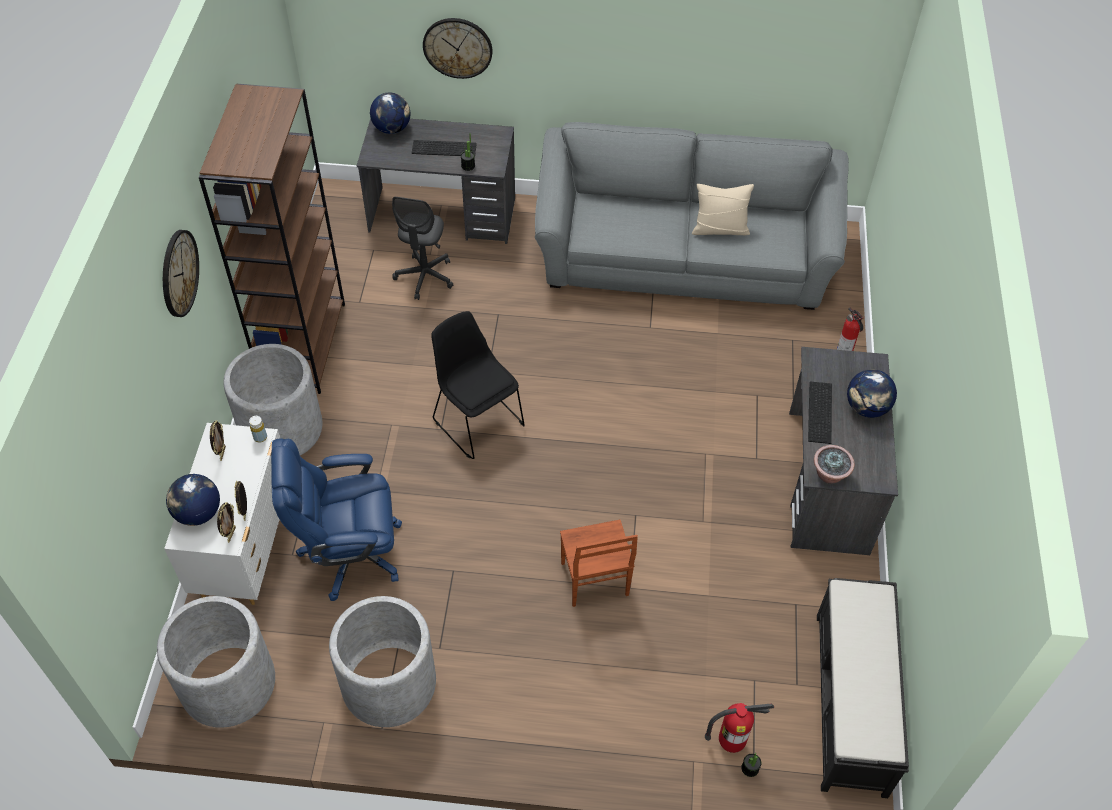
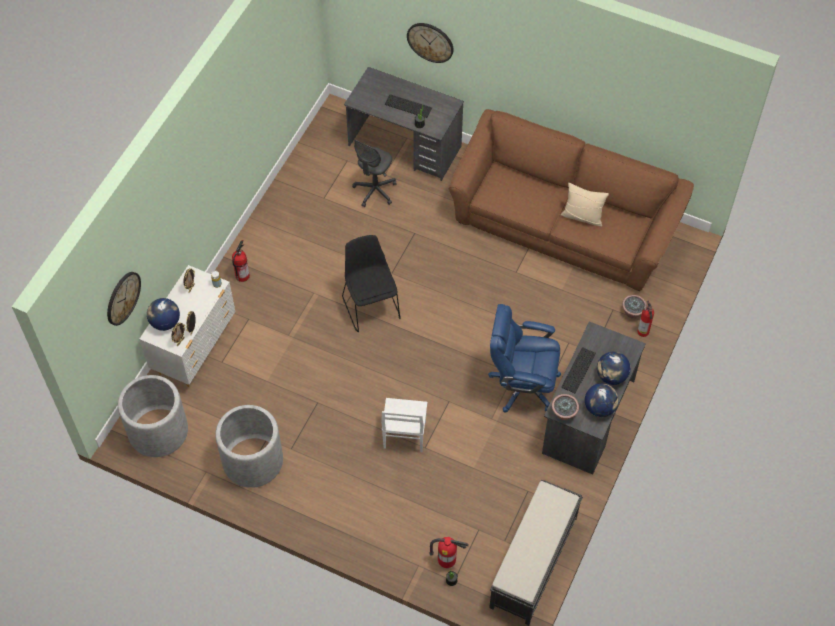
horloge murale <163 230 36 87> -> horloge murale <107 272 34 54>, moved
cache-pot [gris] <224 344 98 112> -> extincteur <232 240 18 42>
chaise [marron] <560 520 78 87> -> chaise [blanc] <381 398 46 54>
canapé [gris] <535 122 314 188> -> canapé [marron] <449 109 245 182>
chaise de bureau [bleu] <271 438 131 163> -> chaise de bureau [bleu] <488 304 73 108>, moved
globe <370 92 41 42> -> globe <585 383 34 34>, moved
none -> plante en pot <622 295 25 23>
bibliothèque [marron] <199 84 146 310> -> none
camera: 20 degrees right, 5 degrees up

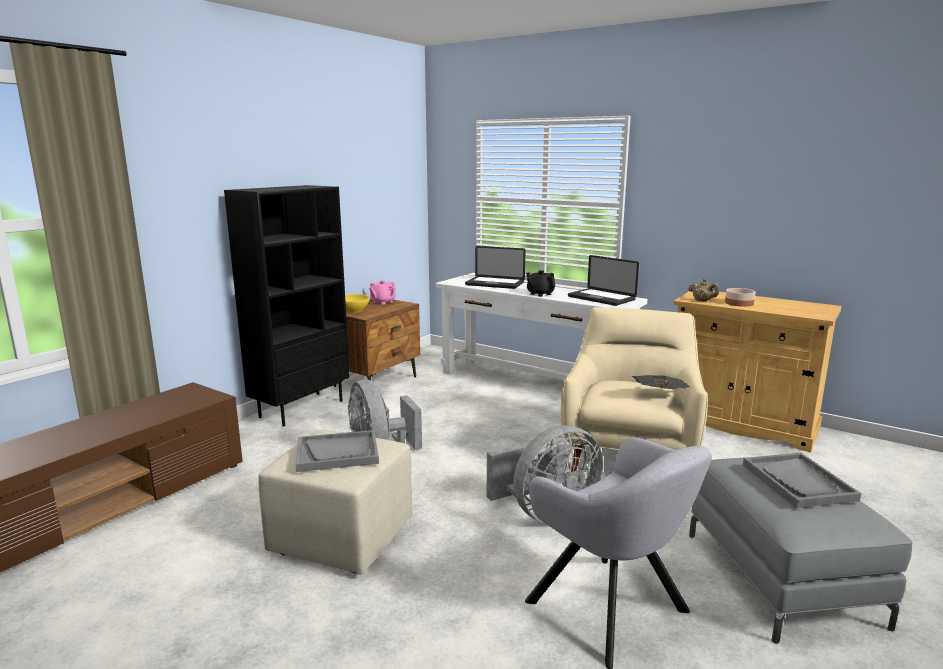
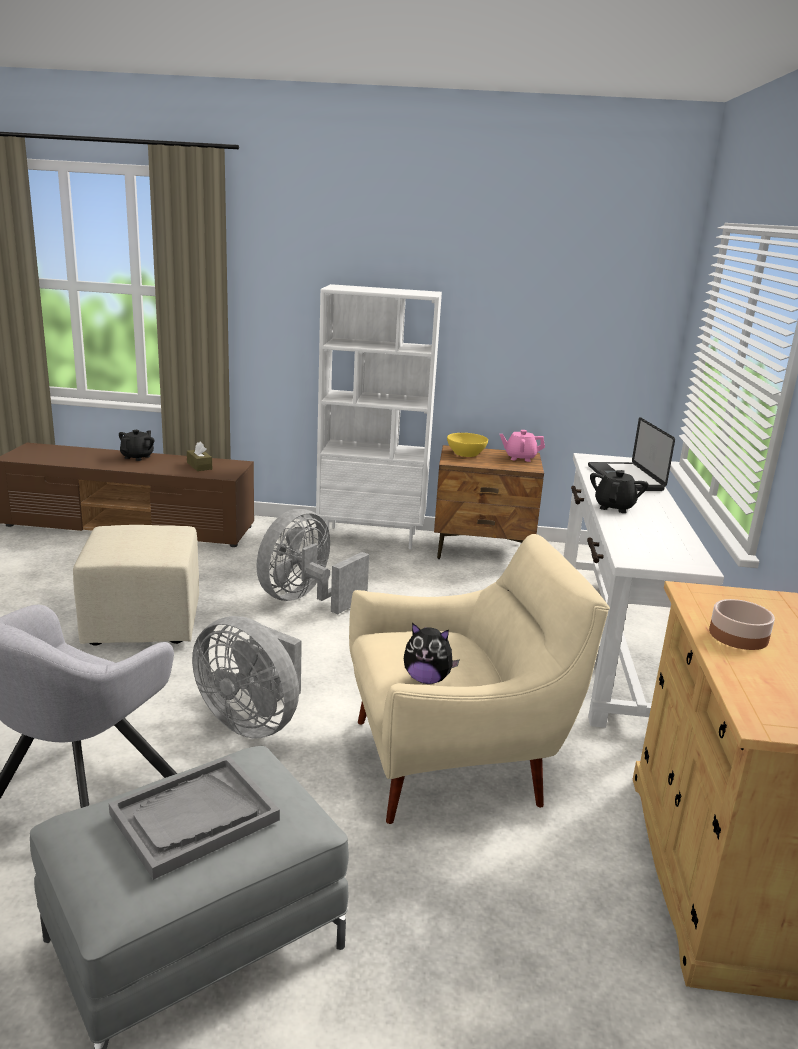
none -> théière [noir] <119 430 35 31>
none -> boîte à mouchoirs [marron] <187 442 25 29>
bibliothèque [noir] <224 185 126 242> -> bibliothèque [blanc] <316 284 126 265>
journal <632 375 58 14> -> peluche <404 623 55 61>
plateau [gris] <295 430 84 42> -> none
ordinateur portable <568 255 71 51> -> none
théière [beige] <688 278 31 23> -> none
camera: 60 degrees right, 5 degrees up

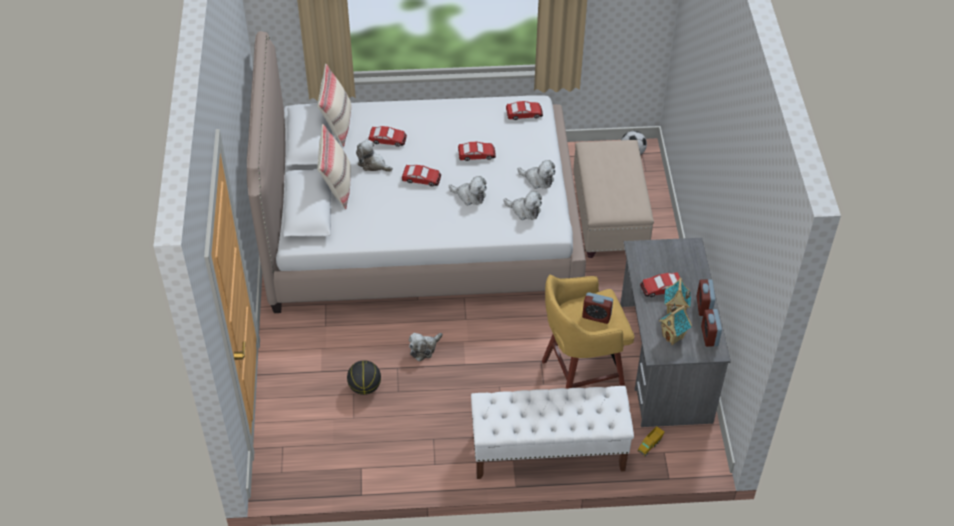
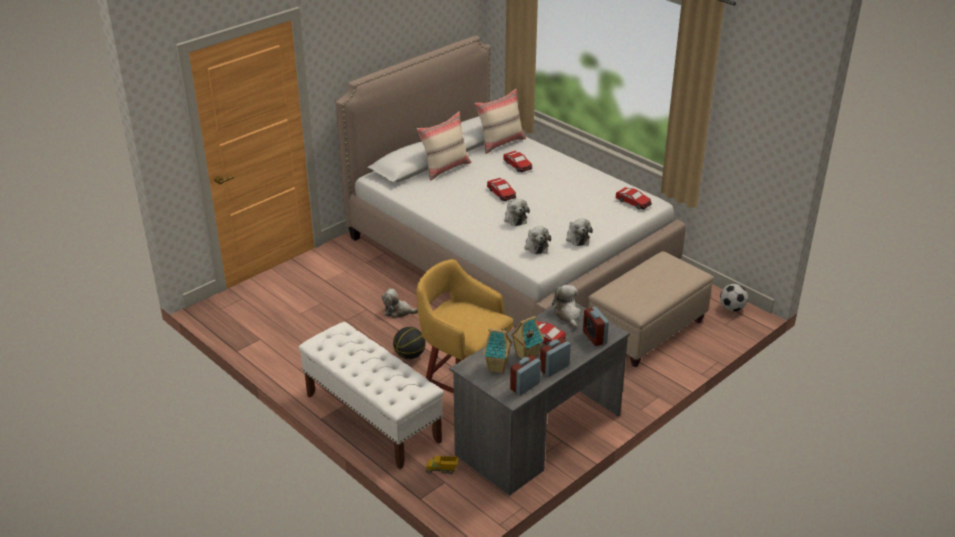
ballon de basket <347 361 34 34> -> ballon de basket <393 327 33 32>, moved
peluche <356 139 37 33> -> peluche <552 285 29 44>, moved
réveil <582 292 31 32> -> réveil <583 307 26 39>, moved
petite voiture <458 141 38 20> -> none
camera: 50 degrees right, 15 degrees down

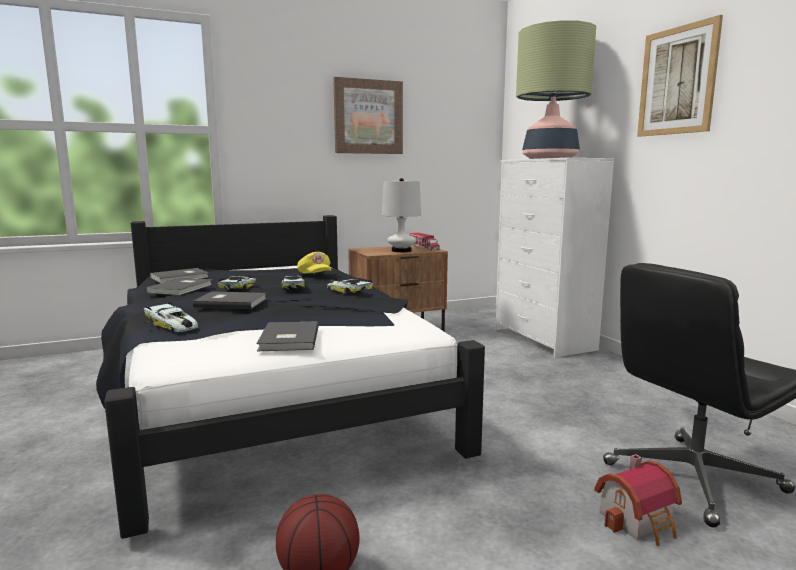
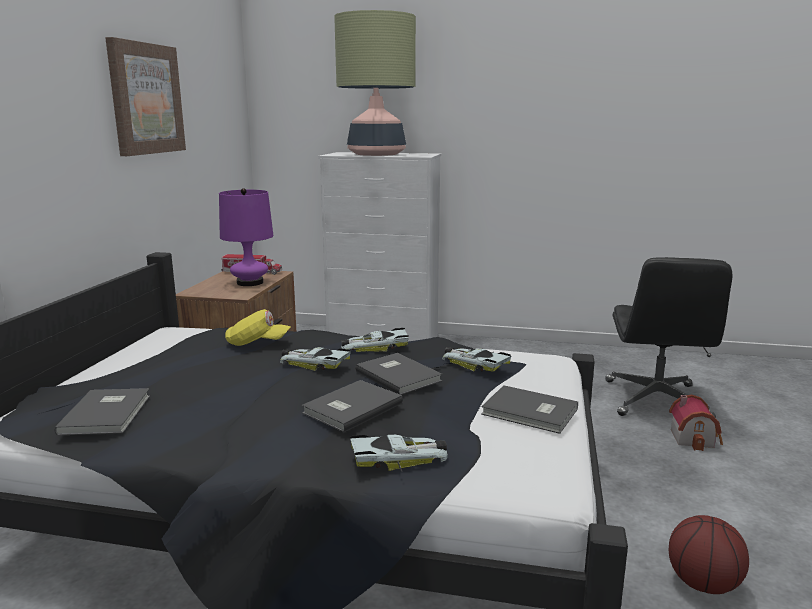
lampe de table [blanc] <382 178 39 74> -> lampe de table [violet] <219 188 54 98>
livre [gris] <146 278 67 17> -> livre [gris] <355 353 87 42>, moved
petite voiture <218 275 40 15> -> petite voiture <442 347 70 25>, moved
tableau <637 15 86 122> -> none
camera: 55 degrees left, 5 degrees up

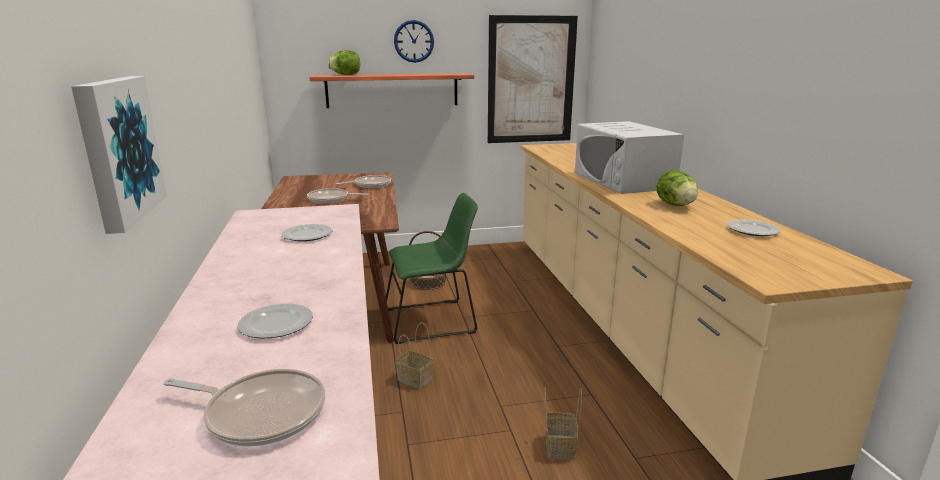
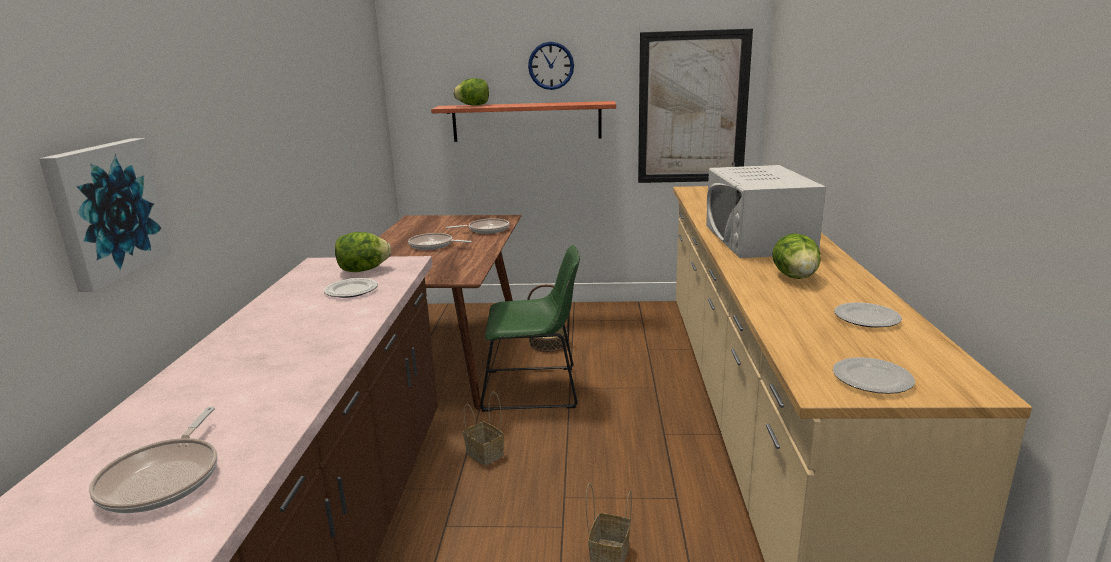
poêle <163 369 162 78> -> poêle <89 407 129 106>, 60 degrees clockwise
none -> laitue <335 232 56 40>
assiette <237 303 76 35> -> assiette <833 357 82 37>, moved
camera: 15 degrees right, 0 degrees up

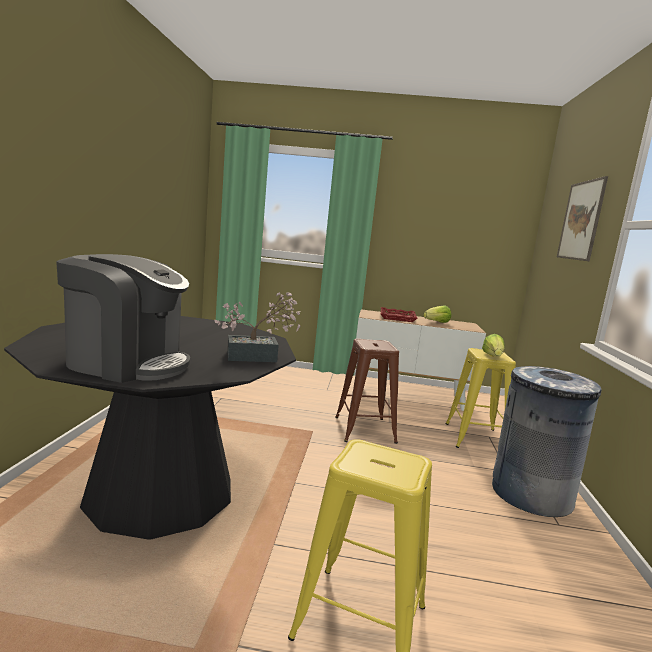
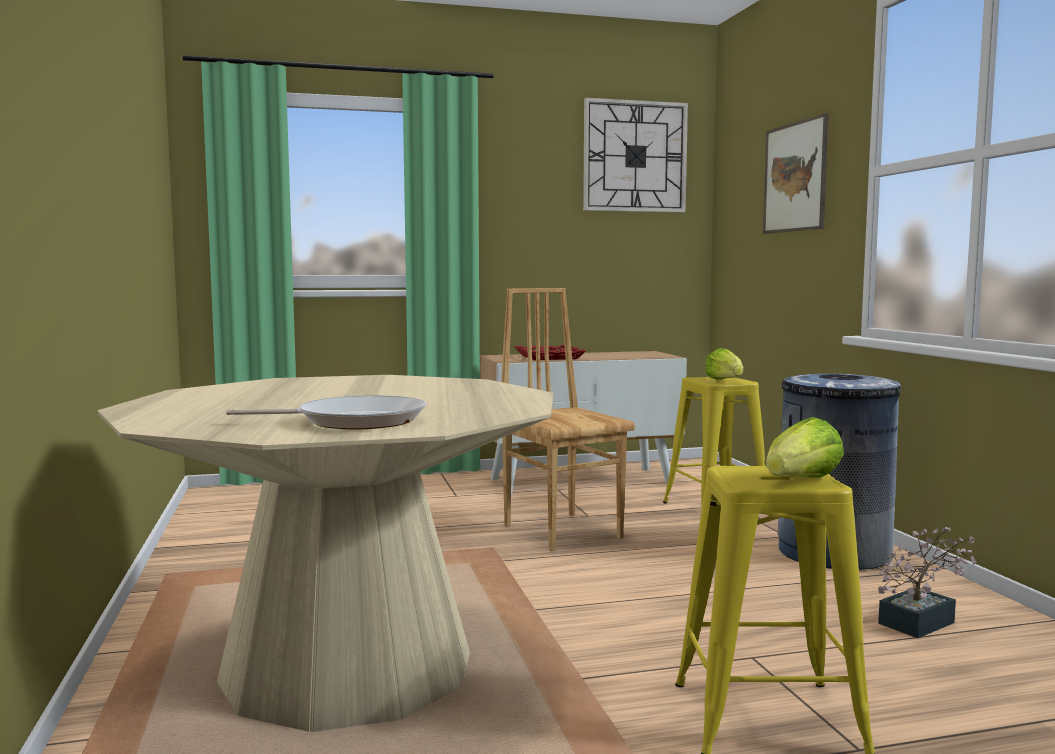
table à manger [noir] <4 316 292 224> -> table à manger [beige] <98 375 455 357>
machine à café <56 254 134 129> -> poêle <226 395 200 34>
tabouret [marron] <335 339 64 105> -> chaise [marron] <501 288 134 263>
none -> horloge murale <583 98 105 115>
laitue <423 305 28 18> -> laitue <766 417 78 61>, moved
plante en pot <215 292 86 70> -> plante en pot <878 527 99 111>, moved
camera: 20 degrees left, 5 degrees down

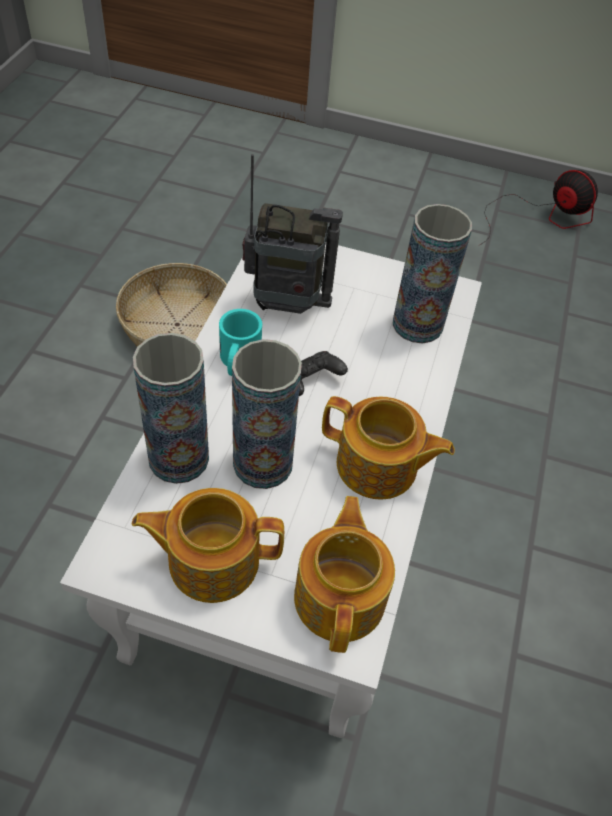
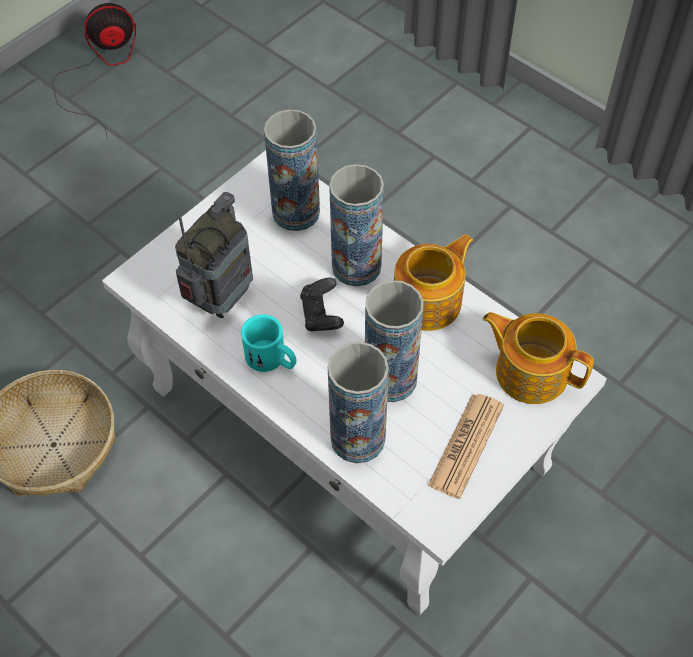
none -> vase <329 164 55 122>
théière <132 488 152 115> -> journal <427 394 77 105>
camera: 60 degrees left, 5 degrees up

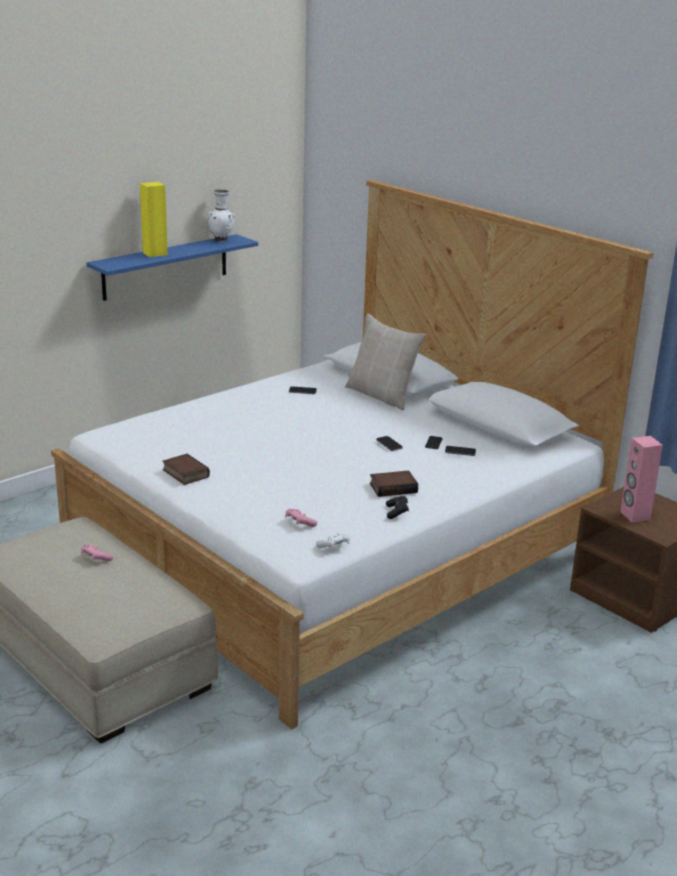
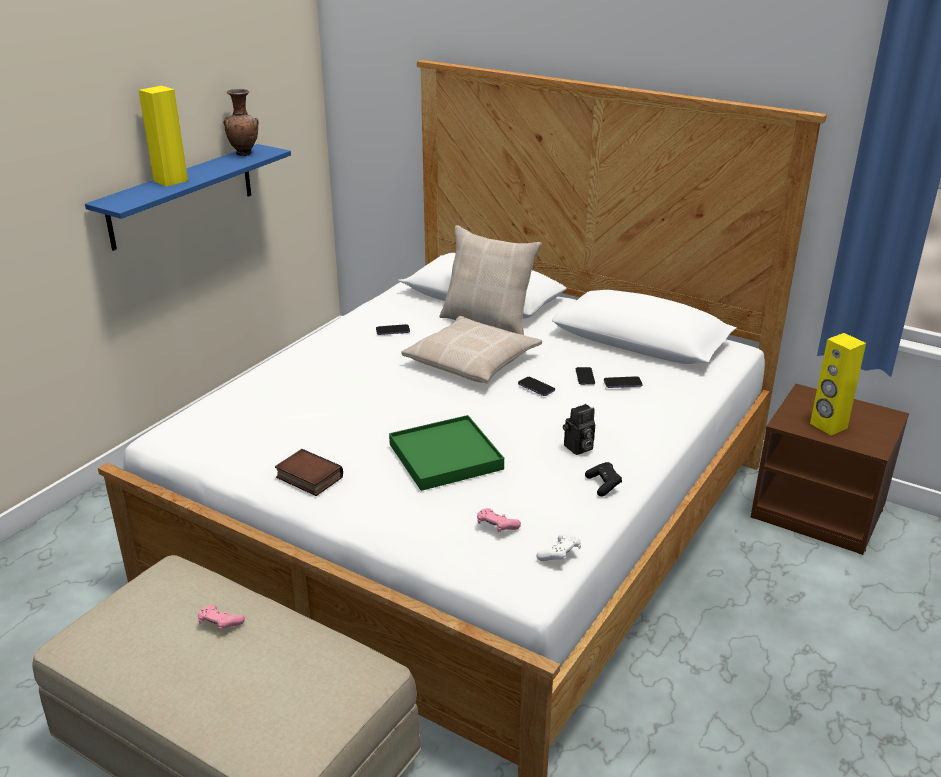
vase [blanc] <208 189 27 53> -> vase [marron] <223 89 36 67>
none -> plateau [vert] <389 415 115 76>
none -> coussin [beige] <401 316 141 67>
livre <370 471 48 26> -> appareil photo <563 404 32 51>
enceinte [rose] <620 436 43 87> -> enceinte [jaune] <810 333 56 103>
camera: 15 degrees left, 5 degrees up

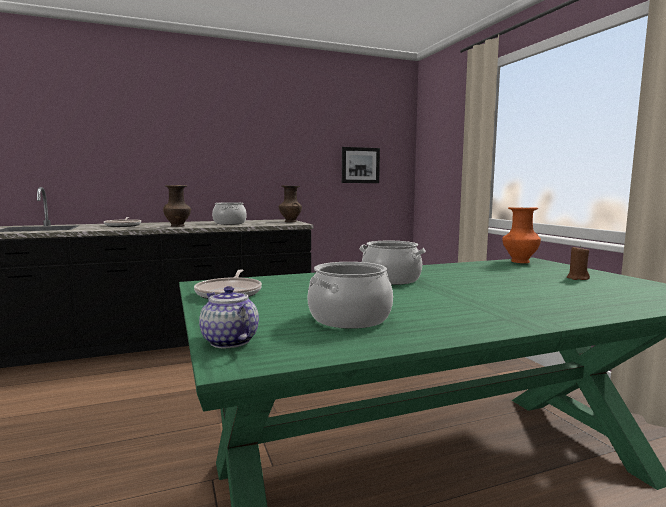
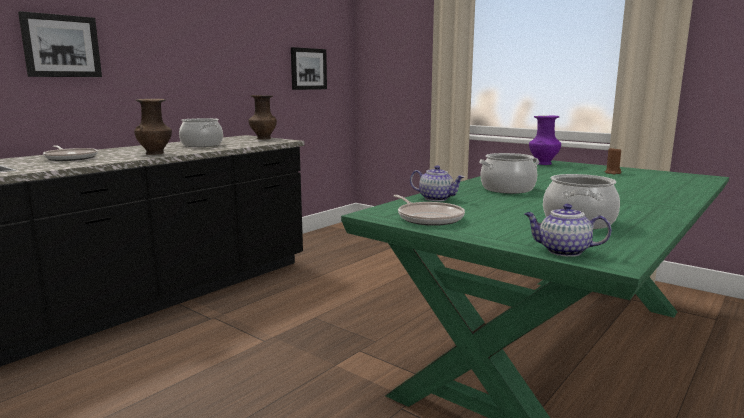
none -> tableau <18 11 84 66>
none -> théière <410 165 55 36>
vase [orange] <502 207 39 56> -> vase [violet] <529 116 32 49>
camera: 30 degrees left, 5 degrees up

